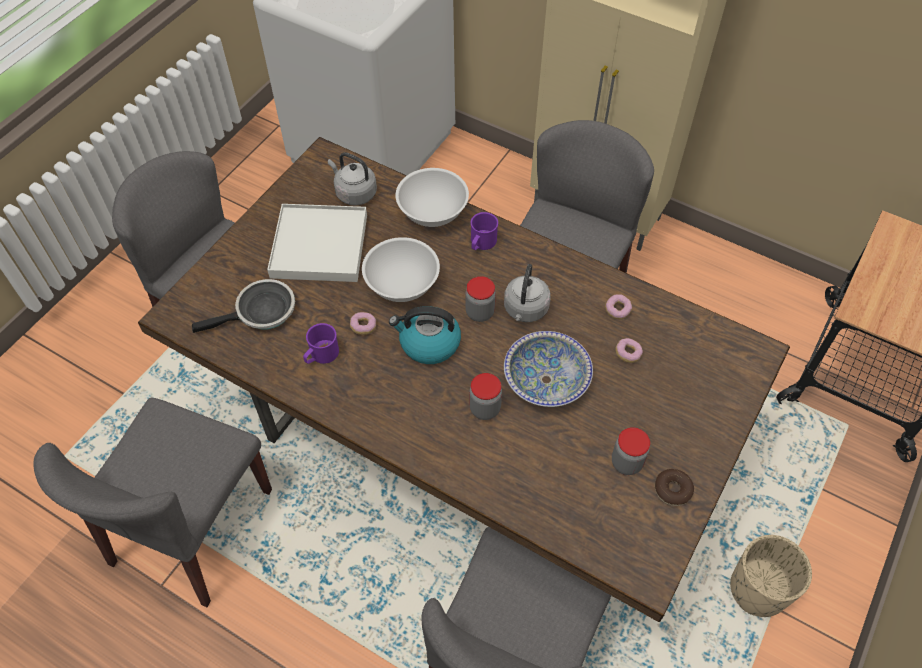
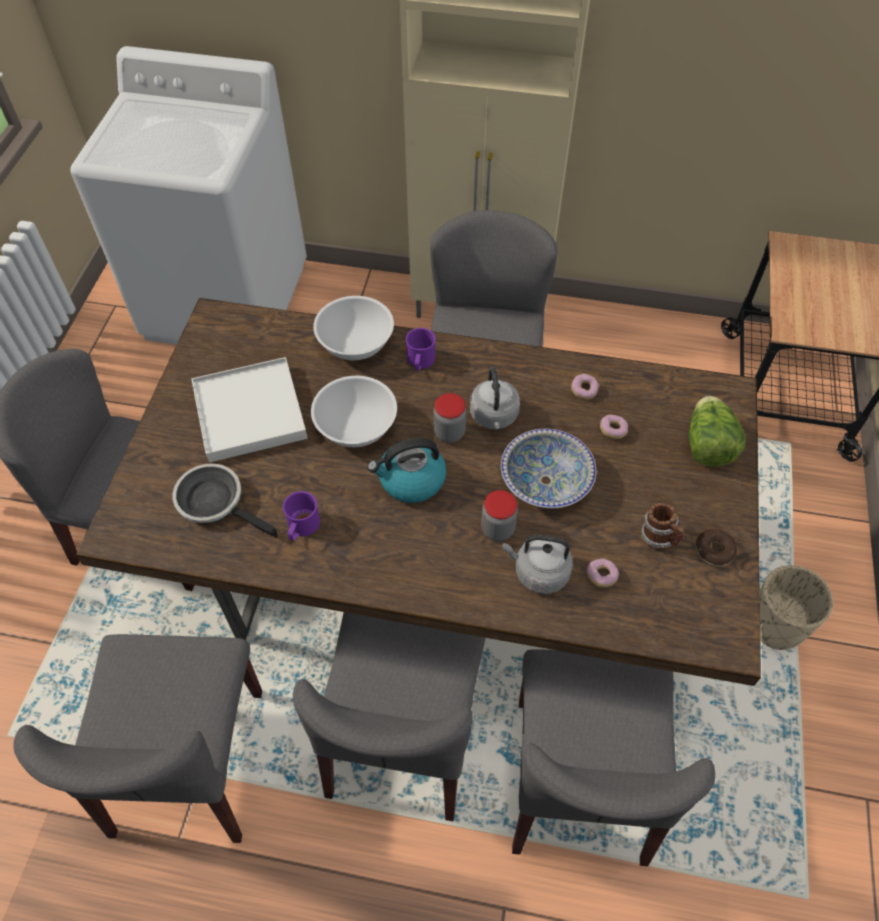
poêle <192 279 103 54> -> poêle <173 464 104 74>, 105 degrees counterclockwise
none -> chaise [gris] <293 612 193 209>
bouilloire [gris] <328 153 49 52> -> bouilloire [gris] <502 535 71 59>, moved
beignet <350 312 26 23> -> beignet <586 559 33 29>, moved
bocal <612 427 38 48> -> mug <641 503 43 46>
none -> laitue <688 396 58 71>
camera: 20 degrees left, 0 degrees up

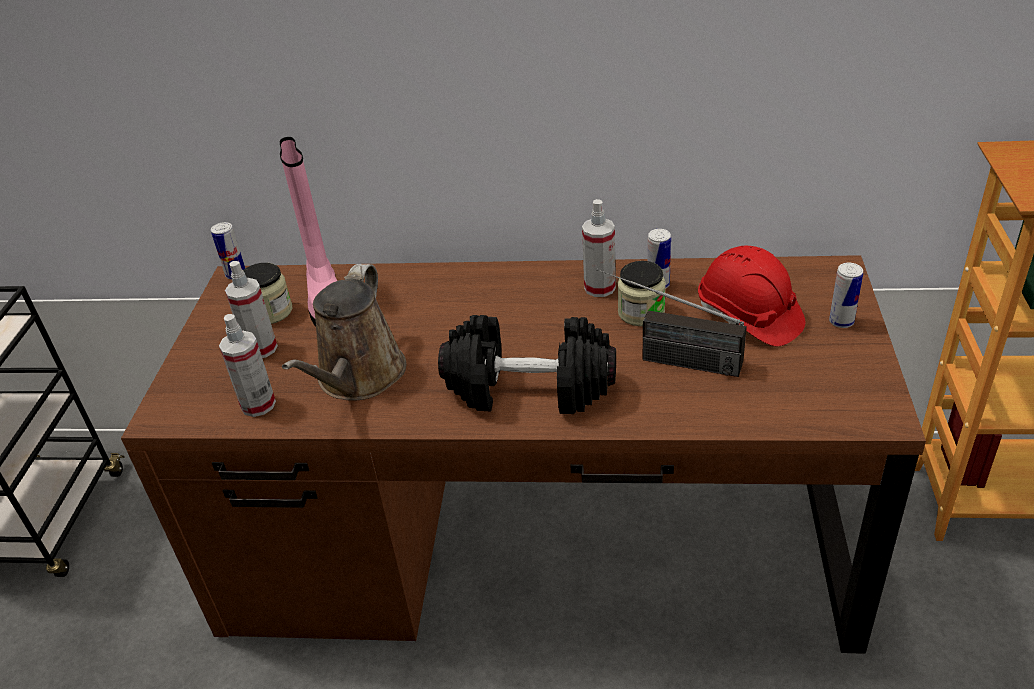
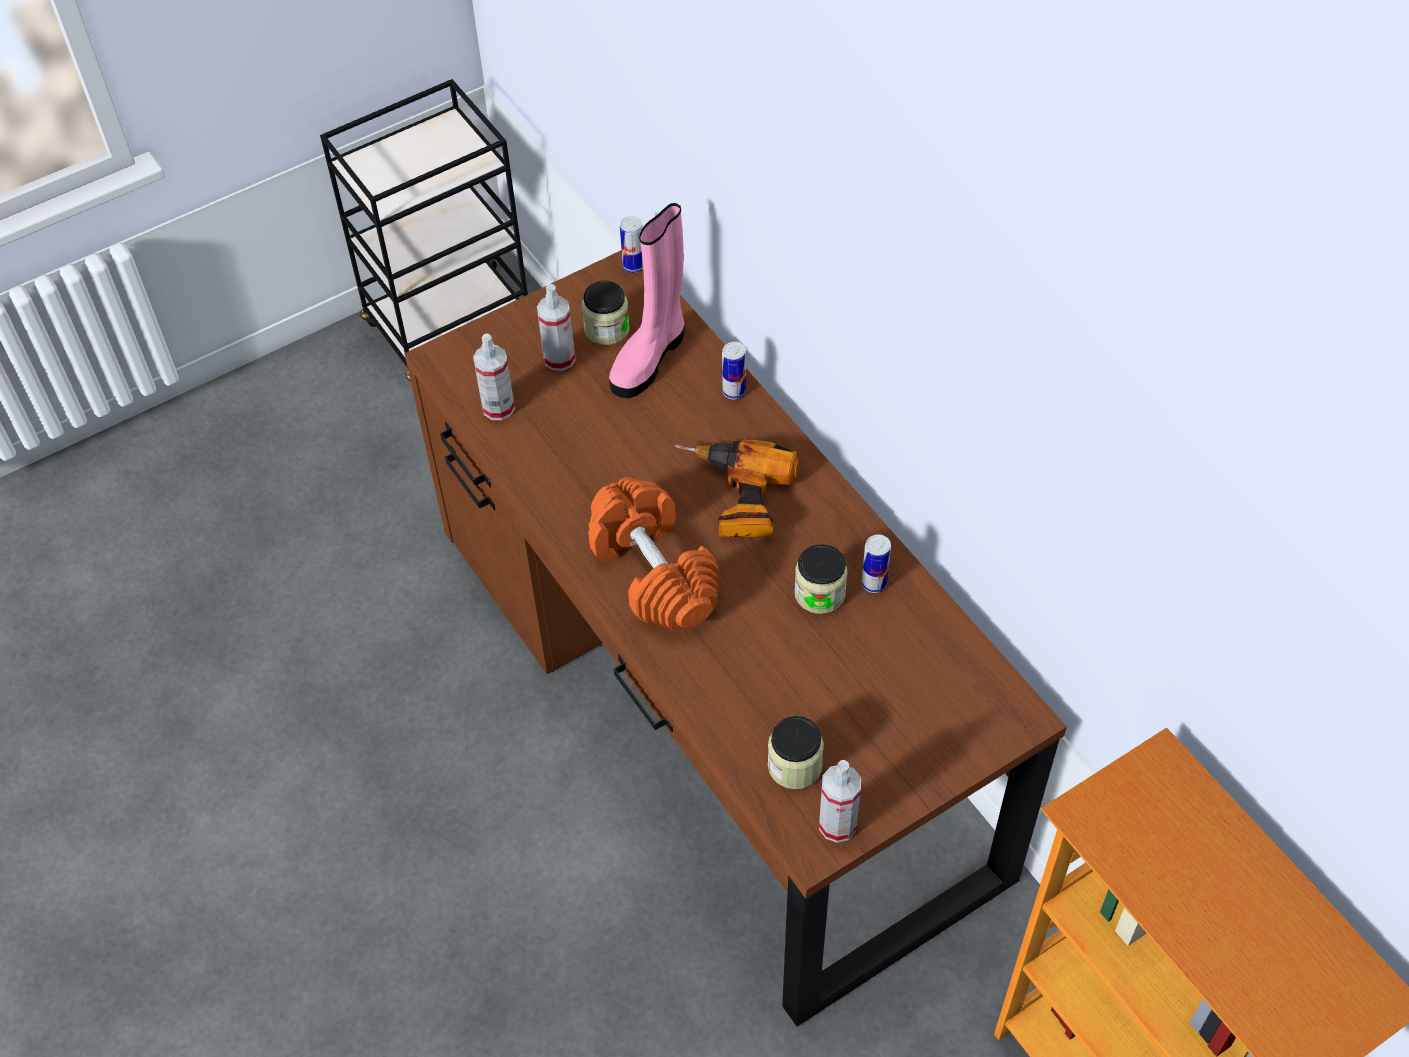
haltère [noir] <438 315 178 99> -> haltère [orange] <588 477 131 154>
none -> perceuse <674 439 125 98>
boîte métallique <829 263 34 65> -> boîte métallique <722 342 24 57>, moved
none -> bocal <768 716 56 73>
vaporisateur <582 199 34 98> -> vaporisateur <819 760 42 83>, moved
arrosoir [marron] <282 264 124 137> -> none
radio <596 269 151 108> -> none
casque de chantier [rouge] <698 246 107 100> -> none
camera: 50 degrees right, 15 degrees up

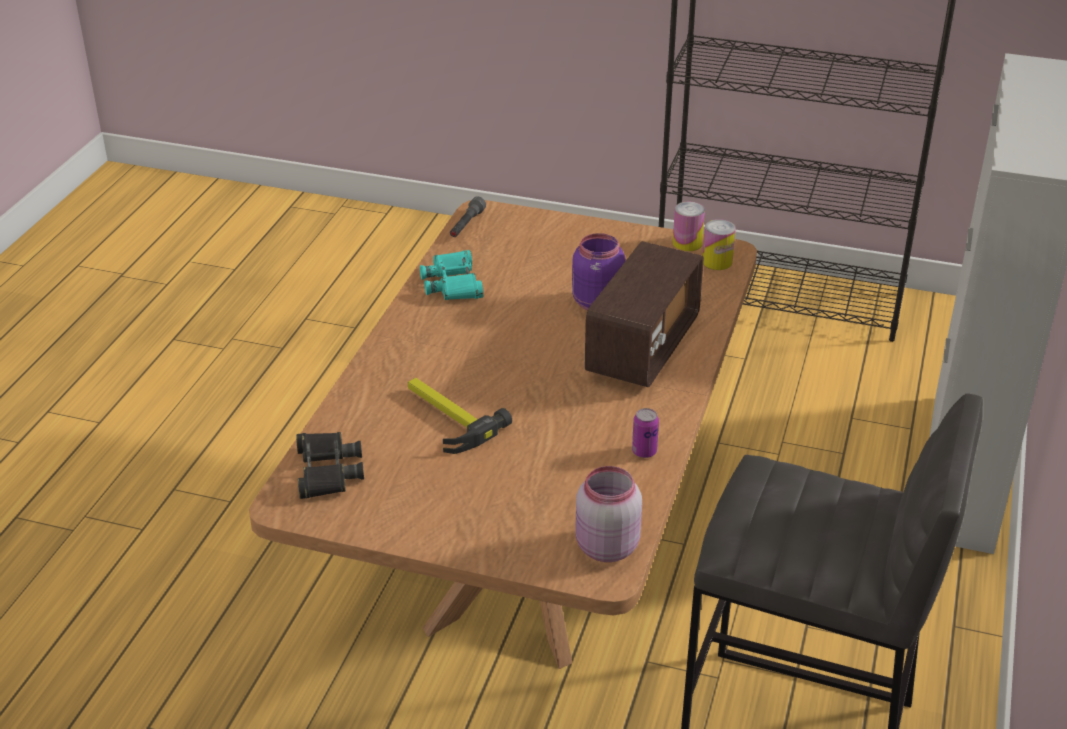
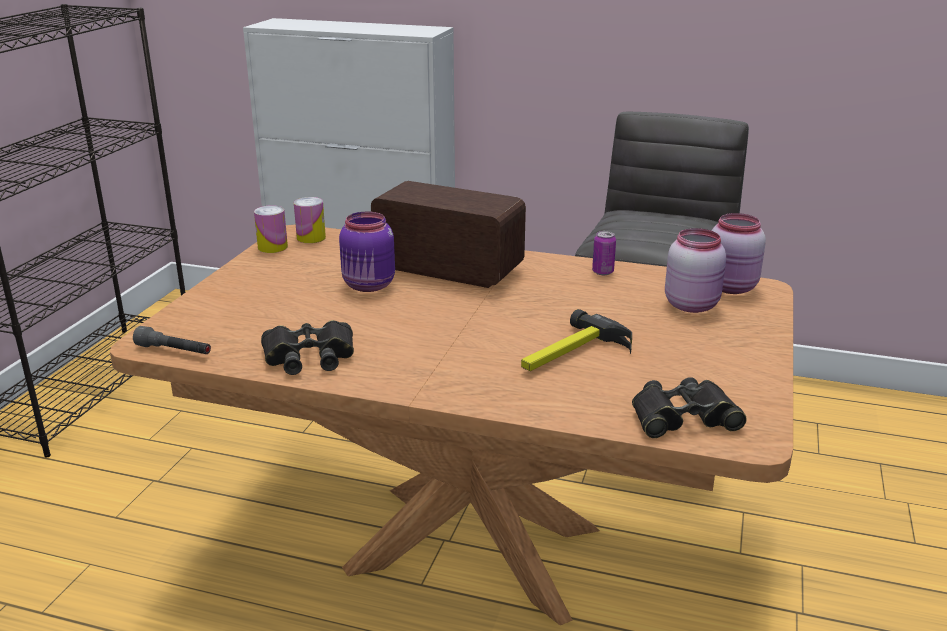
jumelles [turquoise] <420 250 64 50> -> jumelles [noir] <261 320 93 55>
none -> bocal [rose] <665 228 61 85>
camera: 90 degrees left, 10 degrees down

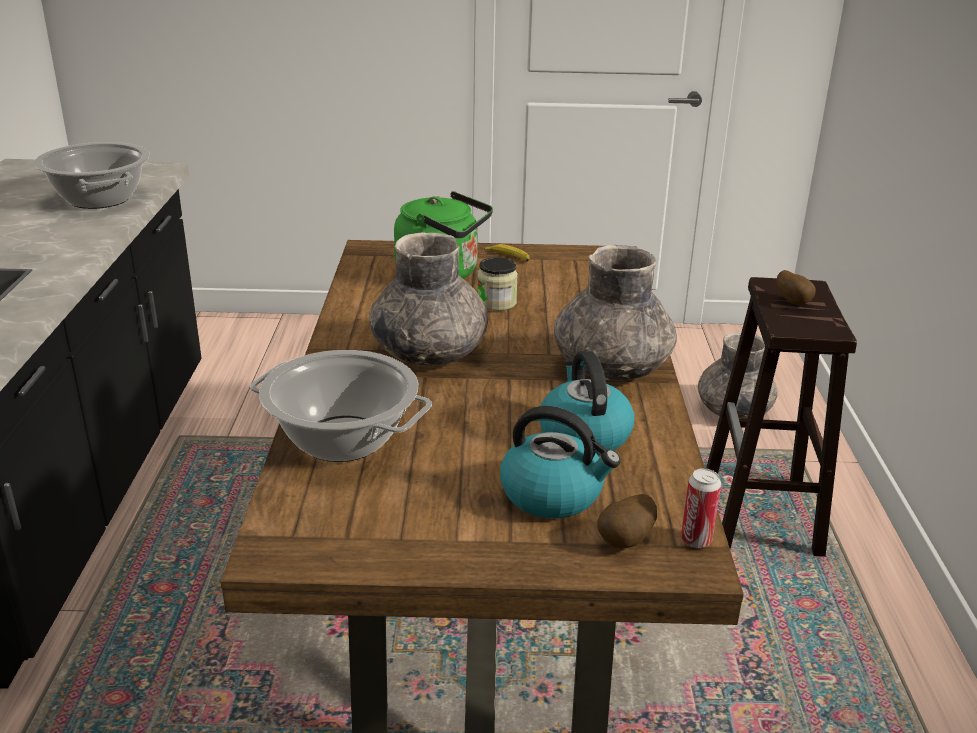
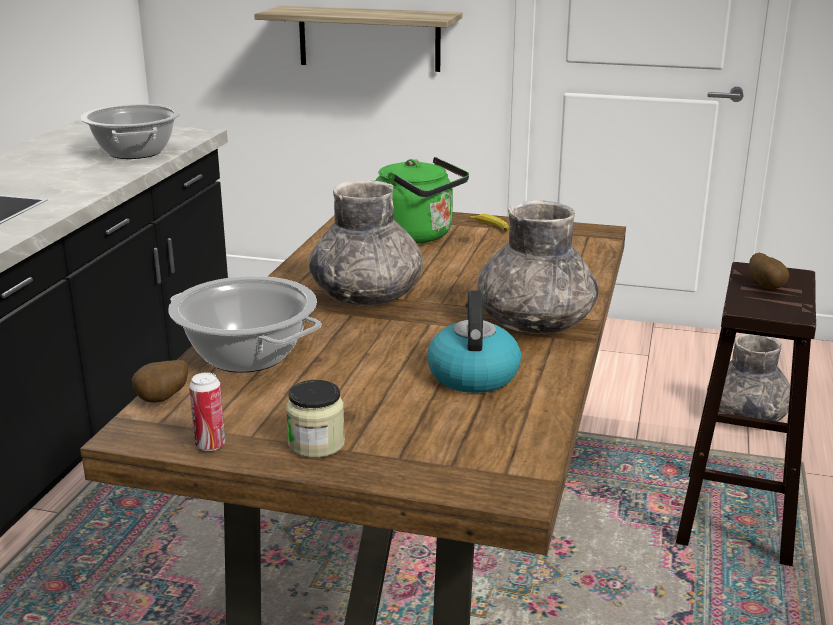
pomme de terre <597 494 60 55> -> pomme de terre <132 360 56 43>, moved
boîte métallique <681 468 40 80> -> boîte métallique <189 372 36 79>, moved
none -> étagère <254 6 209 66>
bocal <477 257 41 54> -> bocal <286 380 59 78>, moved
bouilloire <500 406 121 113> -> none
camera: 15 degrees right, 5 degrees down

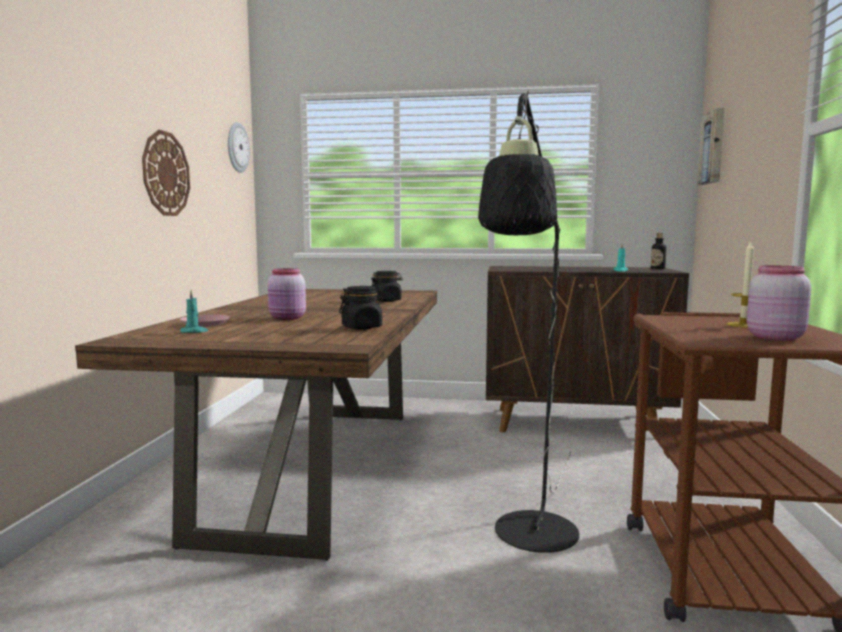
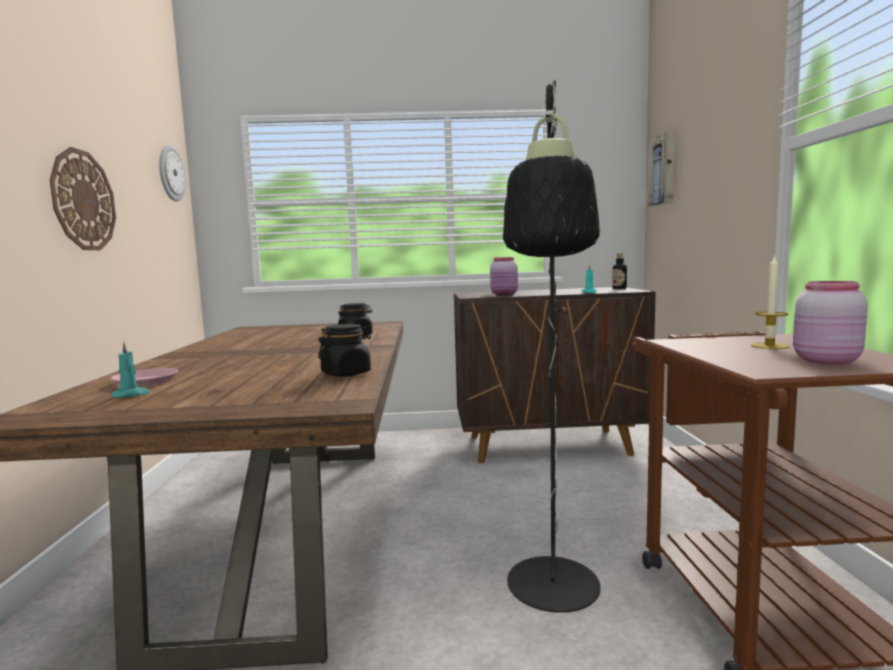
bocal [rose] <268 268 38 52> -> bocal [rose] <490 257 28 38>, moved
camera: 10 degrees left, 0 degrees up

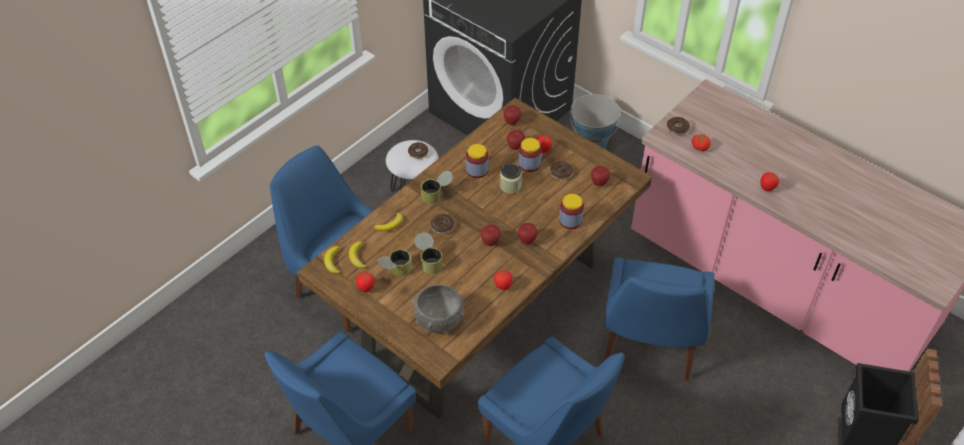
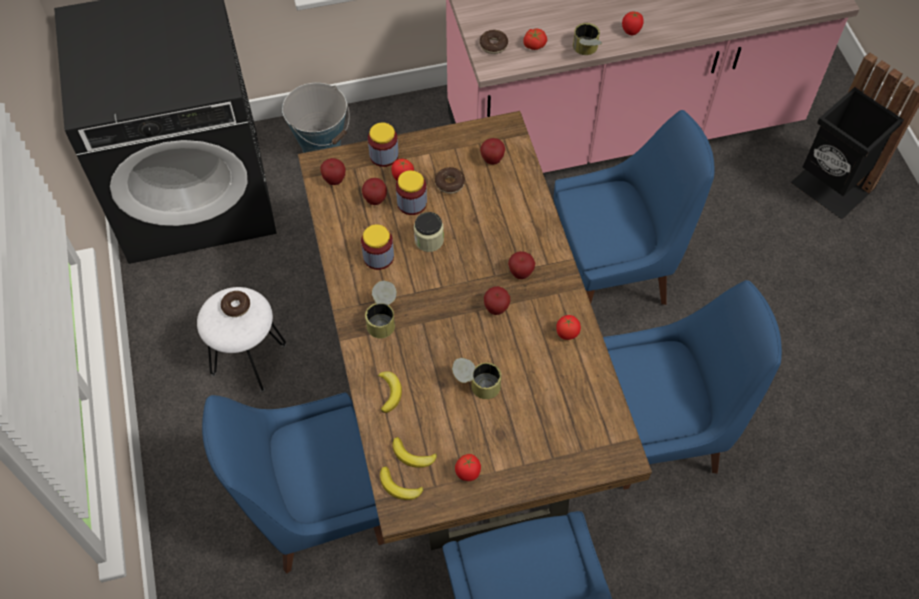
bocal <559 194 25 35> -> bocal <368 123 31 44>, moved
chaise [bleu] <604 257 111 124> -> chaise [bleu] <554 110 161 195>, 60 degrees counterclockwise
boîte métallique <377 249 35 28> -> boîte métallique <573 23 29 32>, moved
bol [gris] <412 284 52 50> -> none
beignet <430 214 24 20> -> none
camera: 55 degrees left, 10 degrees up

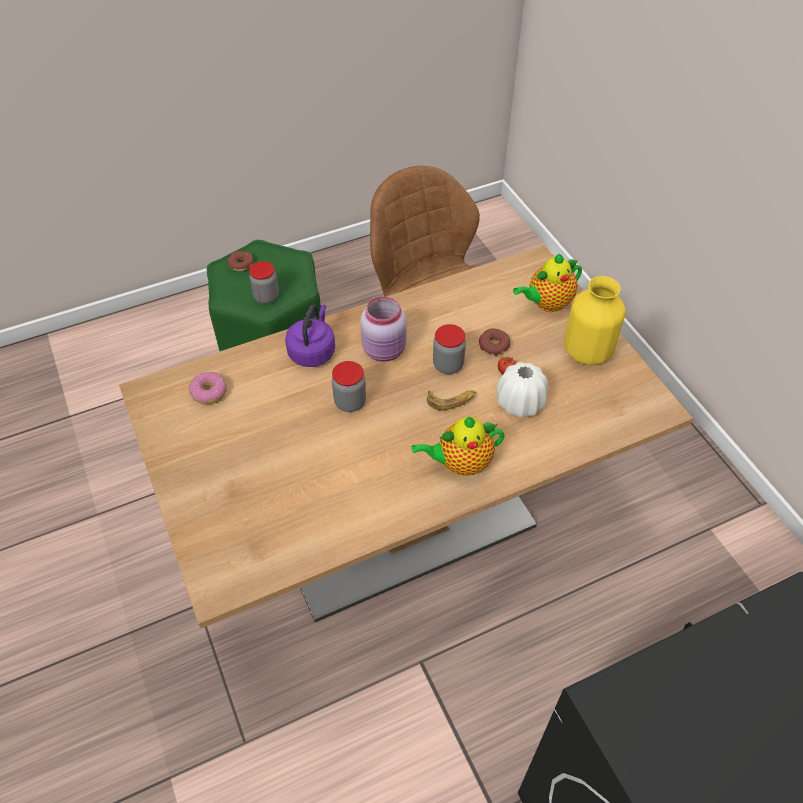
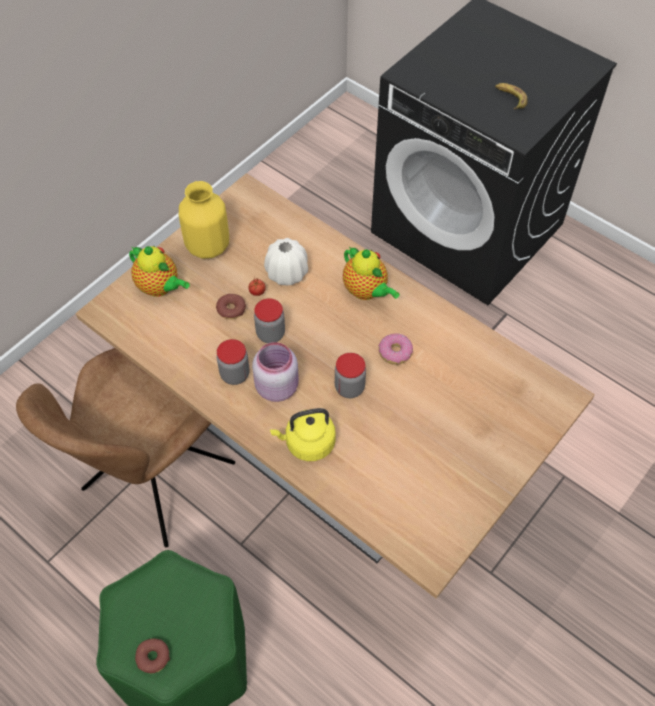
bocal <249 261 30 43> -> bocal <217 339 32 46>, moved
bouilloire [violet] <285 304 50 63> -> bouilloire [jaune] <270 408 66 53>
beignet <189 372 38 32> -> beignet <379 333 34 32>, moved
banane <427 390 49 21> -> banane <495 83 33 27>, moved
camera: 115 degrees left, 5 degrees up

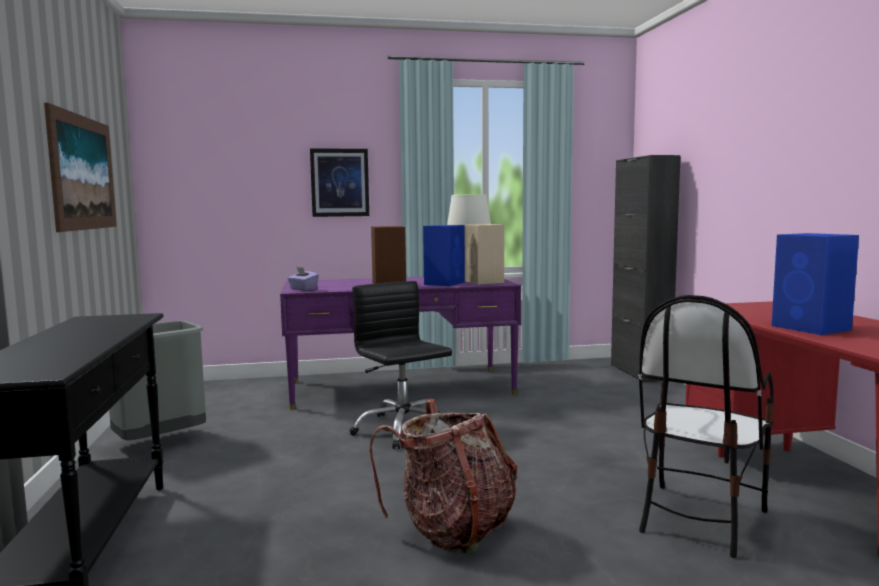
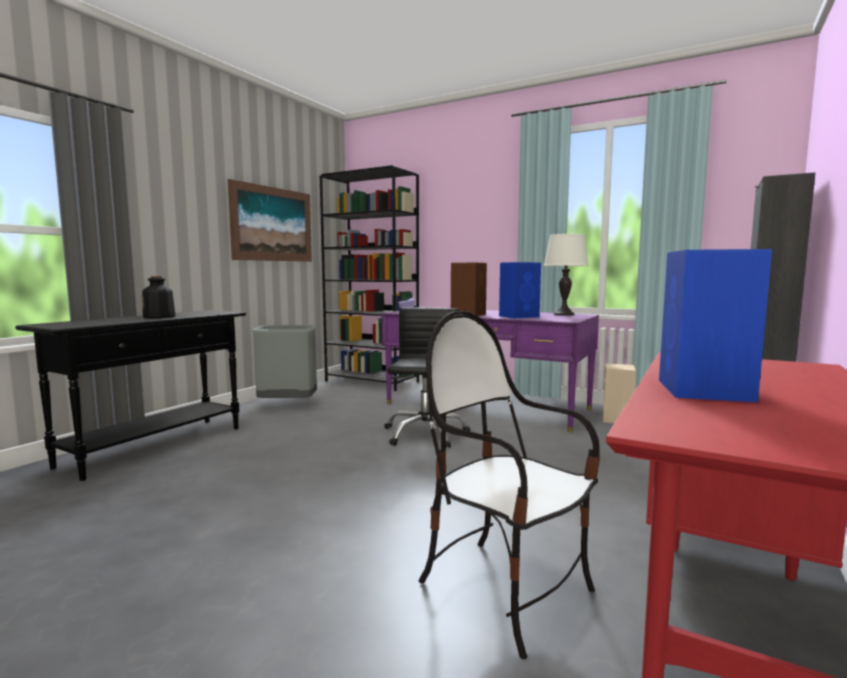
none -> bouteille <142 276 33 42>
none -> bibliothèque [noir] <320 165 99 226>
chaise <639 295 135 263> -> chaise <419 311 181 348>, 60 degrees clockwise
enceinte [beige] <464 224 40 60> -> enceinte [beige] <603 363 33 60>, moved
tableau <310 149 59 68> -> none
sac à dos <370 399 148 154> -> none
camera: 40 degrees right, 0 degrees up

